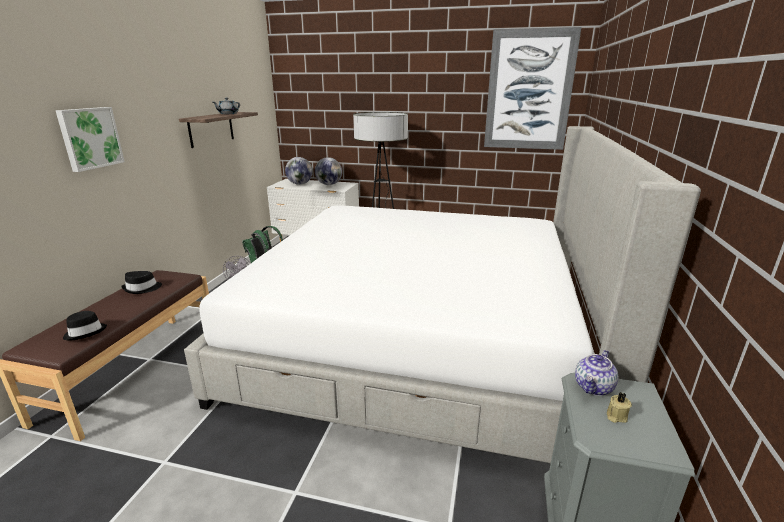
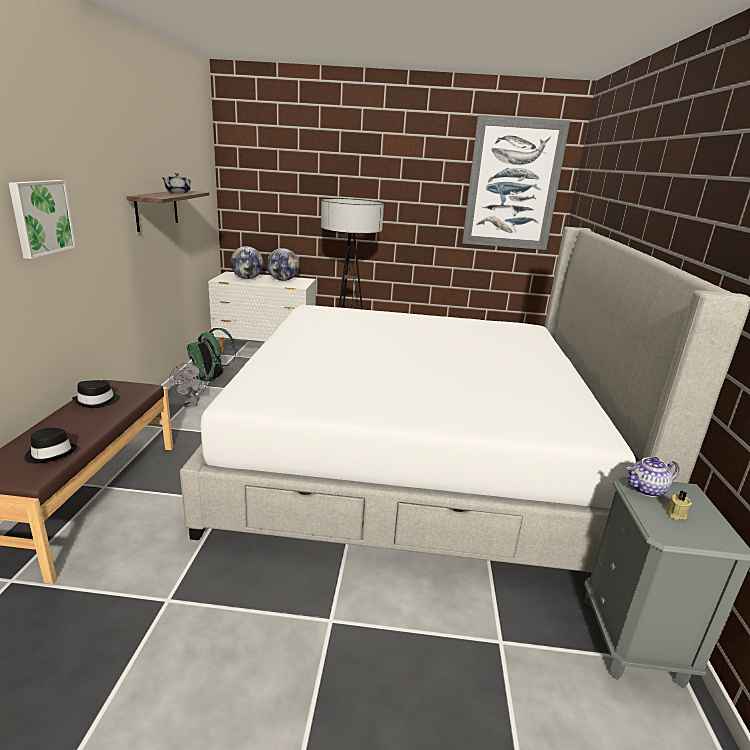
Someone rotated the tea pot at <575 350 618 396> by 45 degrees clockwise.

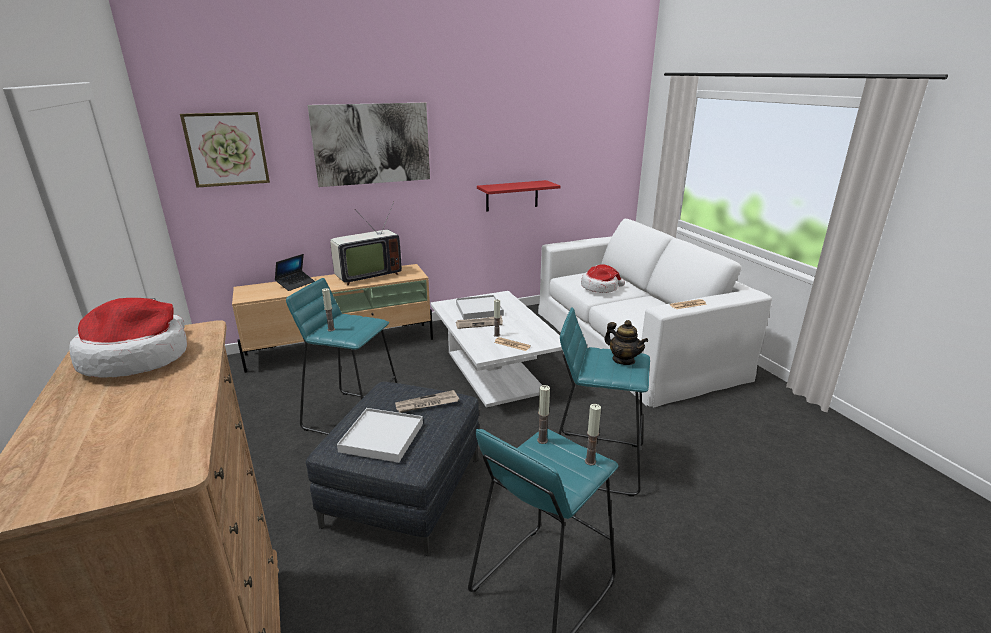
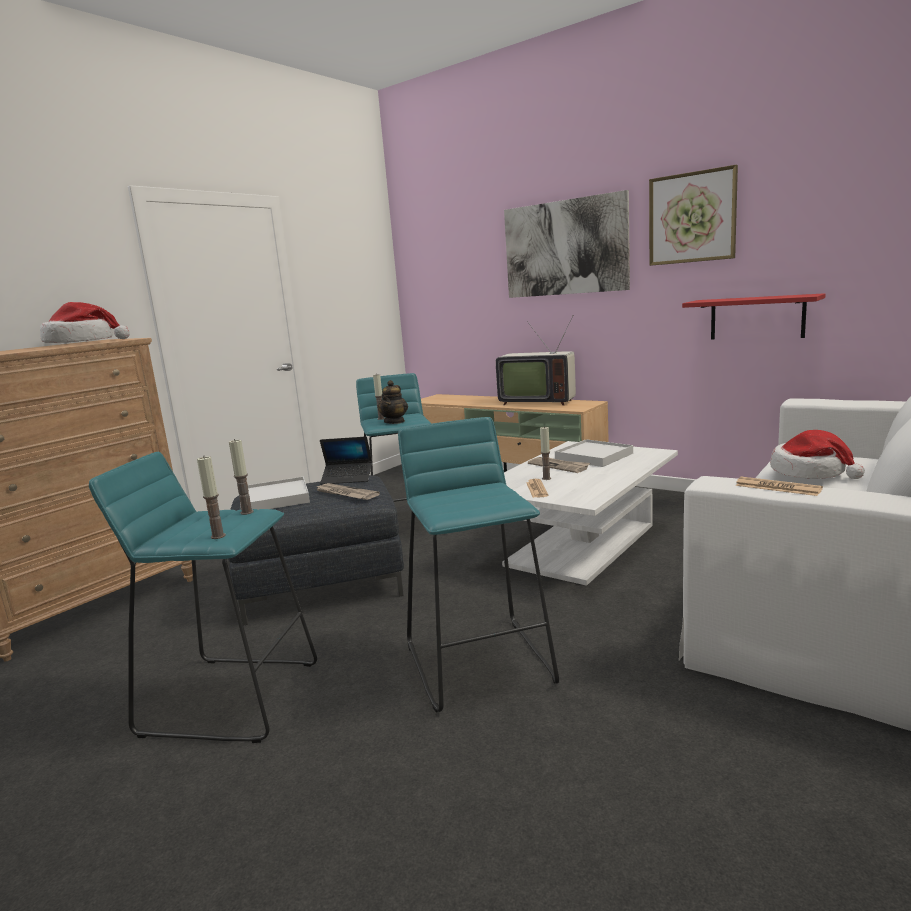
Someone carried the notebook computer from <275 254 315 291> to <320 437 372 484>.
Someone carried the tea pot from <604 320 648 365> to <378 380 408 424>.
Someone carried the picture from <180 112 270 188> to <649 165 738 266>.

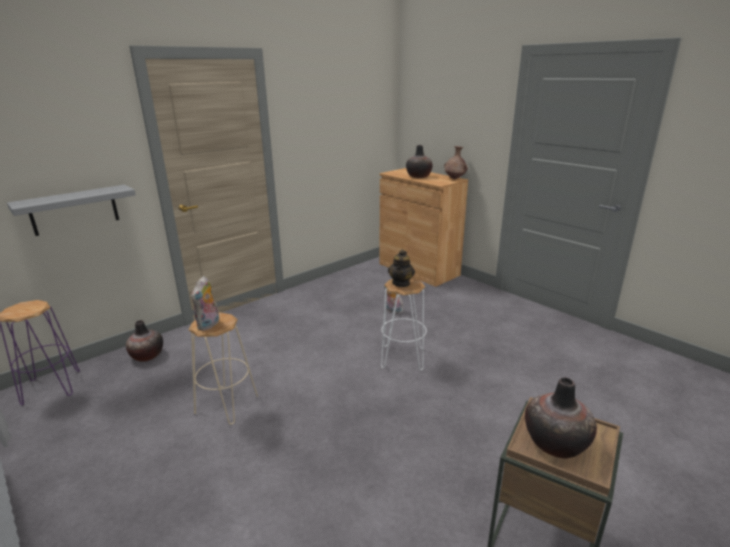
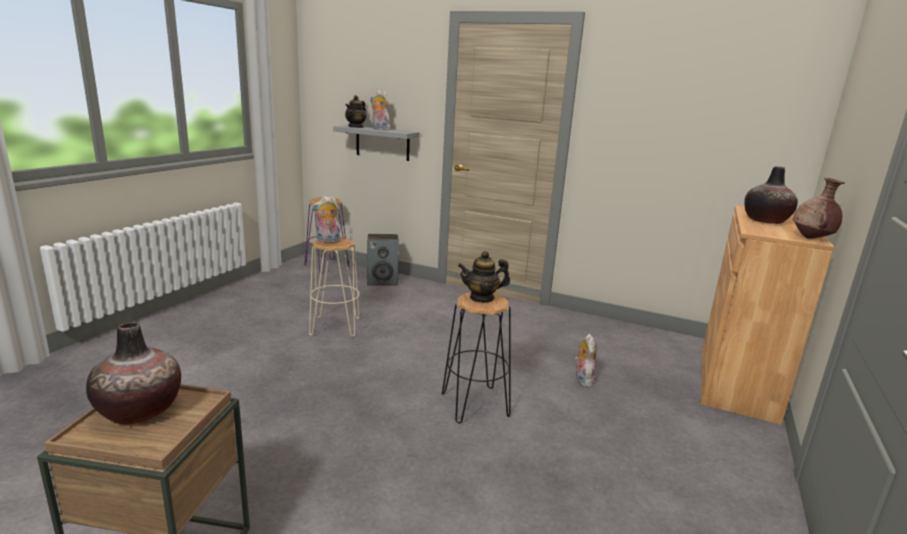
Someone put down the tea pot at <345 95 366 128>.
Someone swapped the vase at <126 320 163 362> for the speaker at <367 234 399 286>.
Someone put down the soft toy at <370 91 390 130>.
Someone repainted the white-coloured stool seat at <381 277 427 371>, which became the black stool seat at <442 292 511 424>.

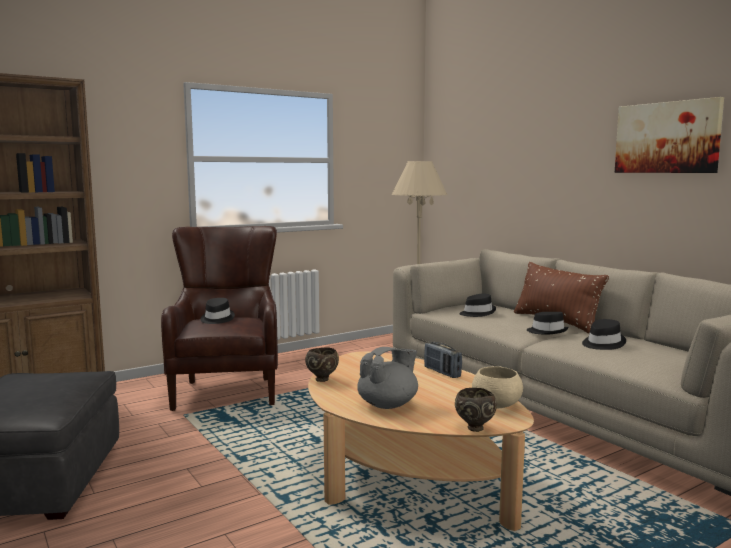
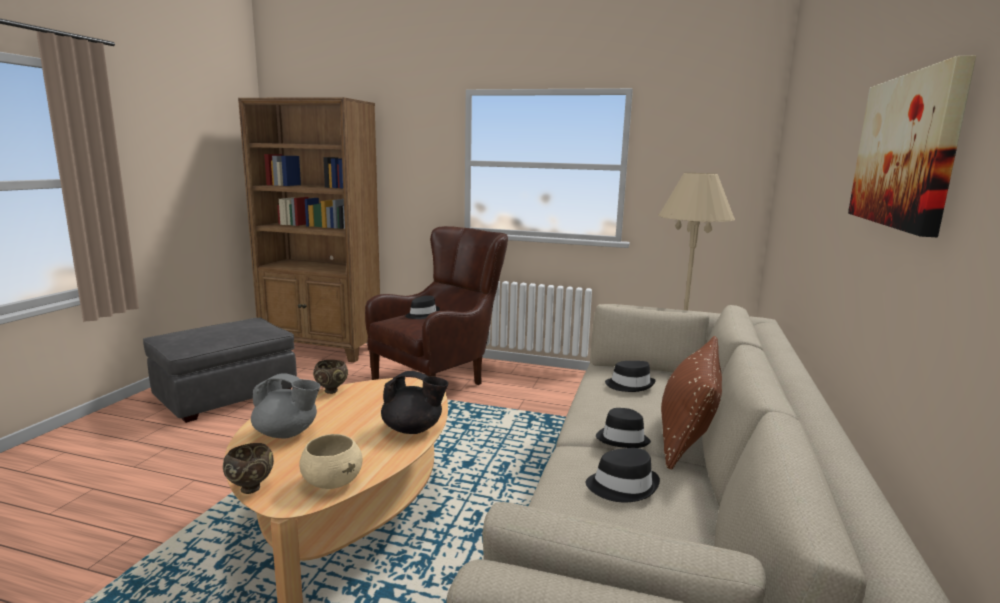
Someone swapped the radio receiver at <424 342 462 378> for the black tea pot at <381 371 448 434>.

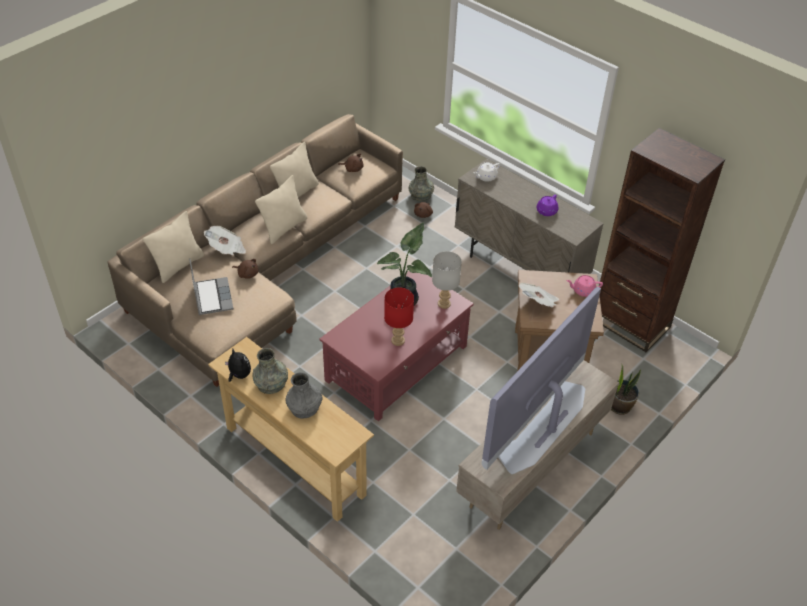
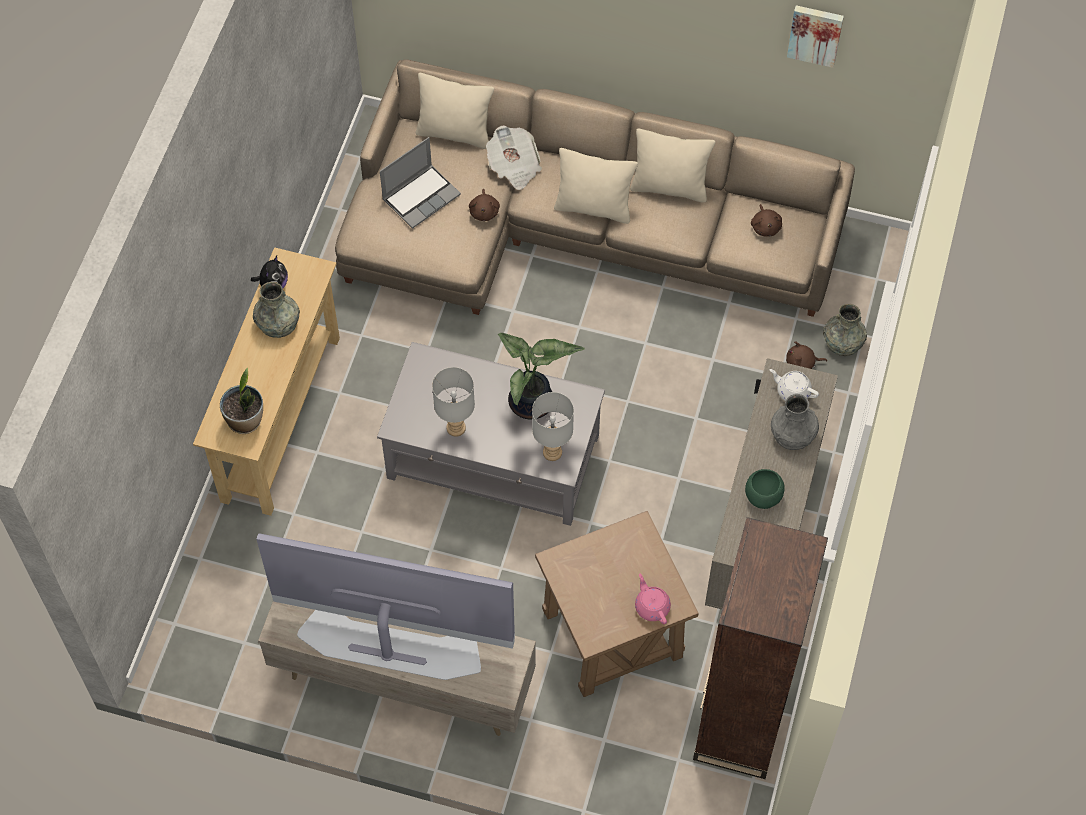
Someone carried the houseplant from <611 365 641 415> to <220 368 263 434>.
Someone repainted the reddish coffee table at <319 271 474 421>, which became the gray coffee table at <377 342 605 526>.
Someone repainted the reddish tabletop lamp at <384 287 414 346>, which became the gray tabletop lamp at <432 367 475 437>.
Someone swapped the purple-coloured tea pot at <537 194 558 216> for the greenish bowl at <745 469 785 509>.
Someone carried the gray vase from <285 372 323 418> to <771 394 819 450>.
Someone put up the picture at <787 5 844 68>.
Someone took away the printed paper at <519 283 560 308>.

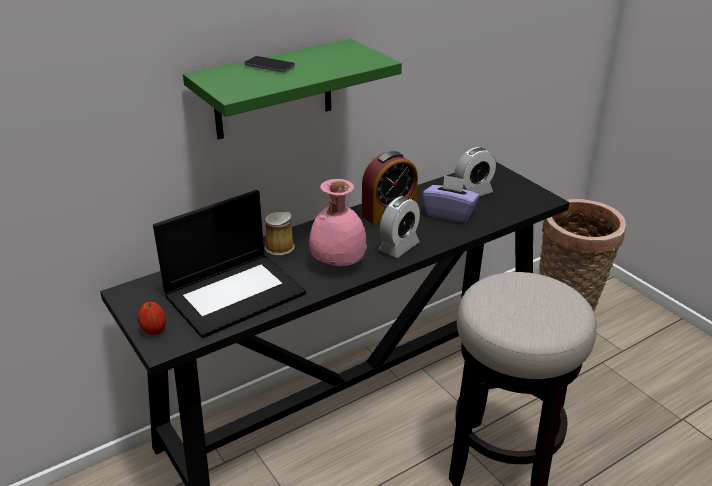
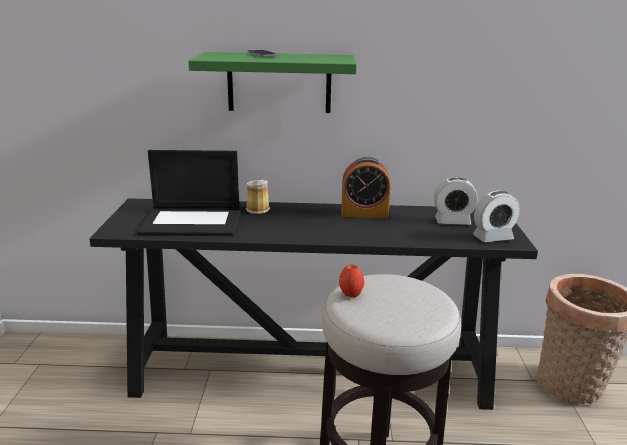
Someone carried the apple from <138 302 166 335> to <339 264 364 297>.
Someone carried the bedside clock from <378 196 420 258> to <473 191 520 242>.
Someone took away the pink-coloured vase at <309 179 367 266>.
Someone took away the purple-coloured box of tissues at <423 175 480 223>.

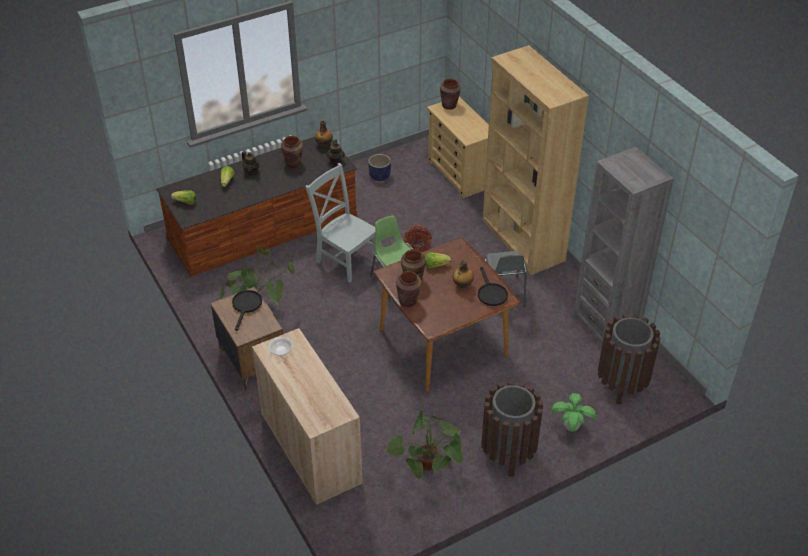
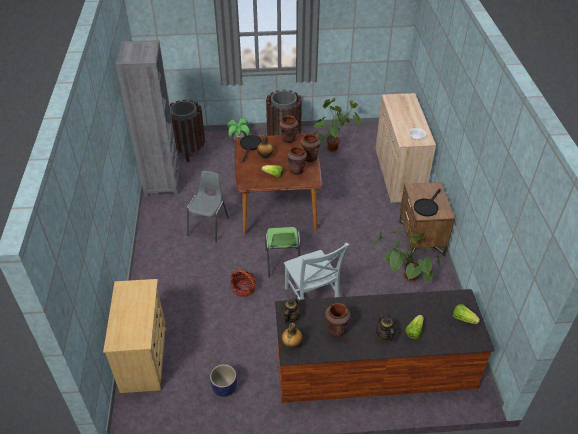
Someone carried the brown-coloured vase from <440 79 461 110> to <280 115 298 143>.
Someone took away the brown-coloured bookcase at <482 45 589 275>.

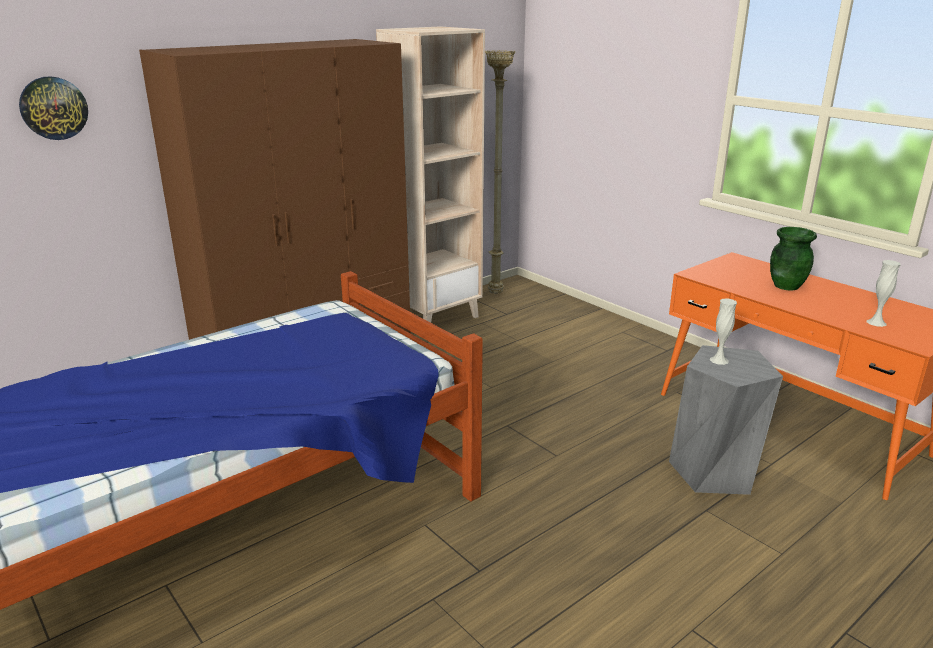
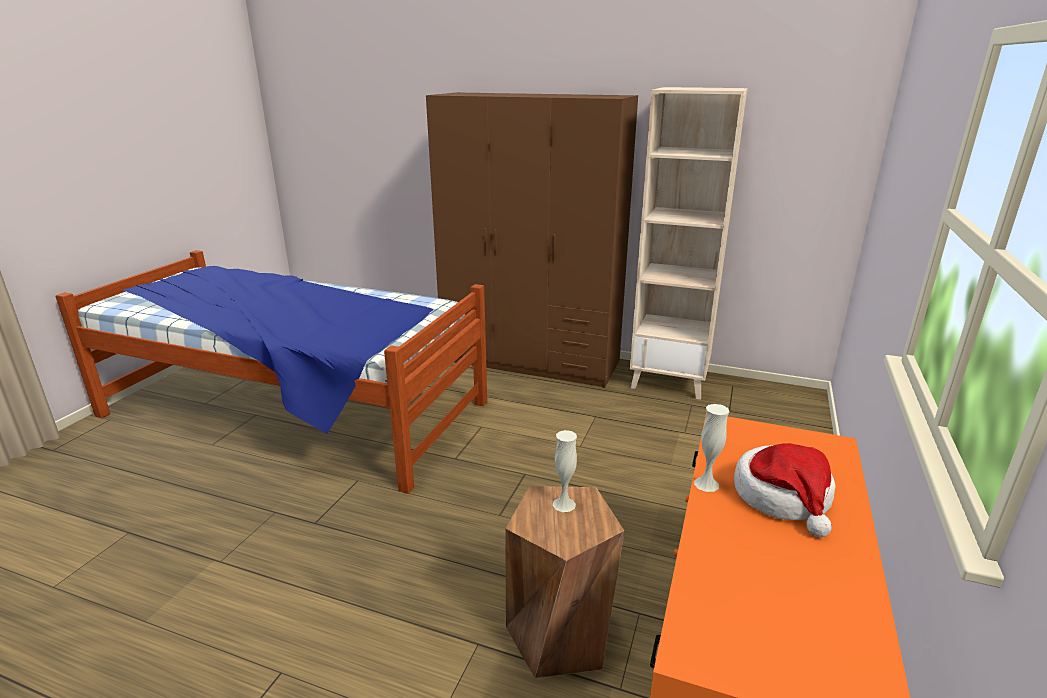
Someone repainted the gray stool seat at <669 345 783 495>, which became the brown-coloured stool seat at <505 486 624 678>.
Someone carried the white-coloured vase from <867 260 901 327> to <694 404 730 492>.
Someone swapped the greenish vase at <770 227 817 291> for the hat at <734 443 835 537>.
Someone took away the clock on the wall at <19 76 88 140>.
Someone took away the beige floor lamp at <485 50 516 294>.

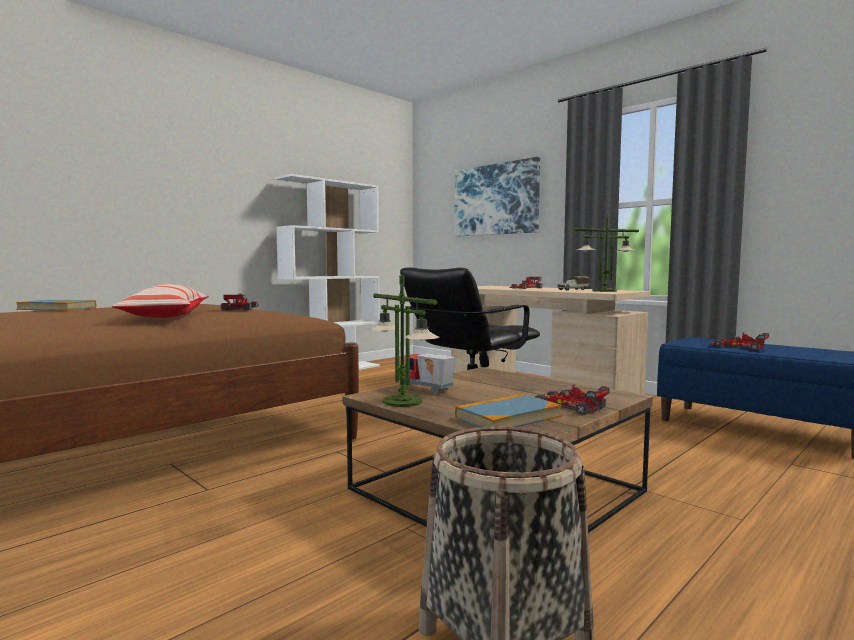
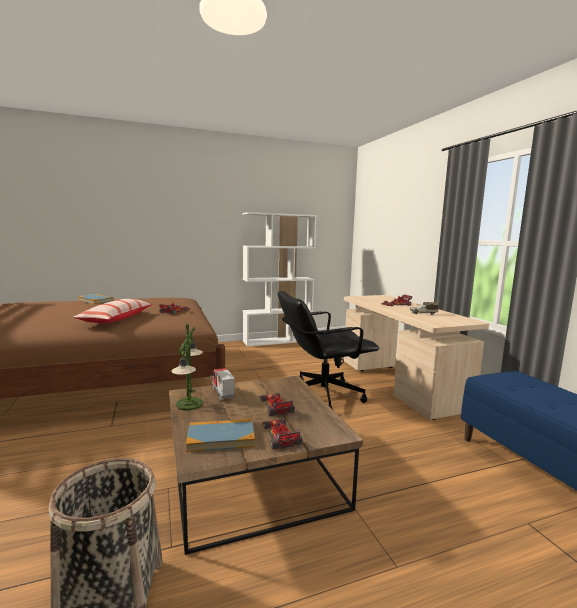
Someone carried the miniature car from <709 332 769 350> to <260 393 295 416>.
Someone took away the picture at <454 157 540 236>.
Someone took away the tabletop lamp at <573 216 639 292>.

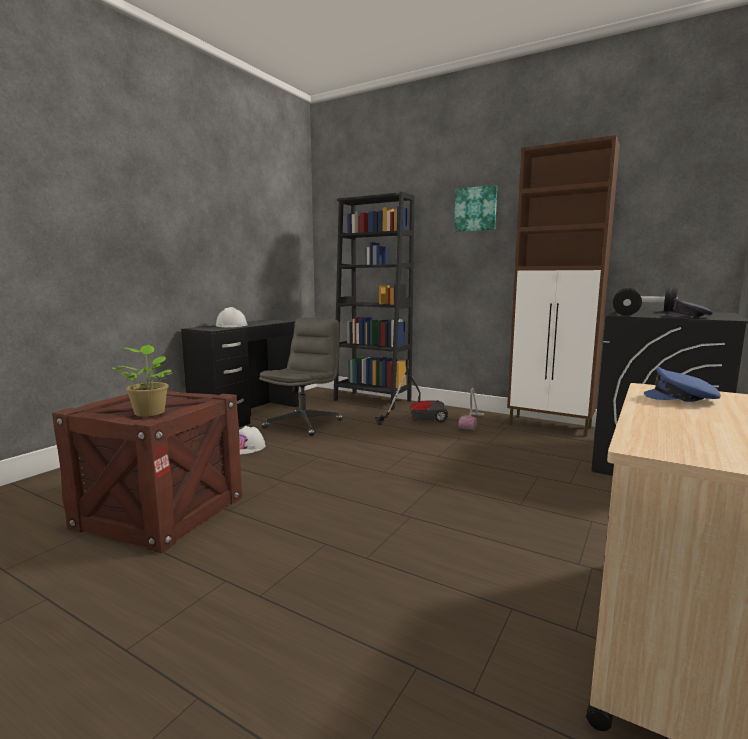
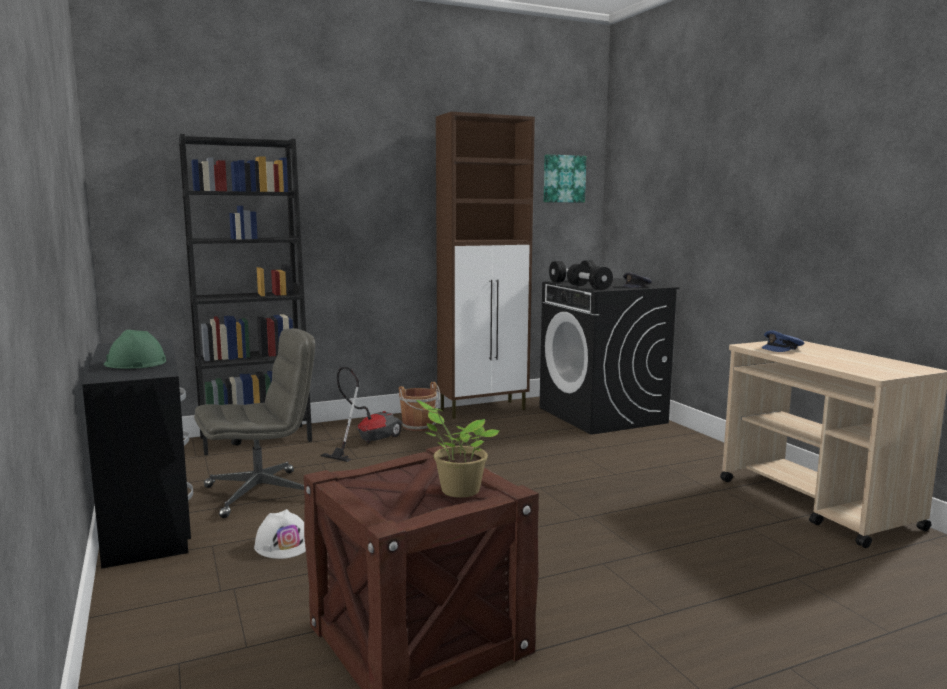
Someone repainted the white-coloured safety helmet at <216 307 248 328>, which became the greenish safety helmet at <104 330 166 369>.
Someone rotated the gray computer chair at <259 317 343 436> by 90 degrees clockwise.
Someone swapped the vacuum at <458 388 484 430> for the brown-coloured bucket at <399 382 440 431>.
Someone carried the picture from <454 185 497 232> to <544 154 586 203>.

